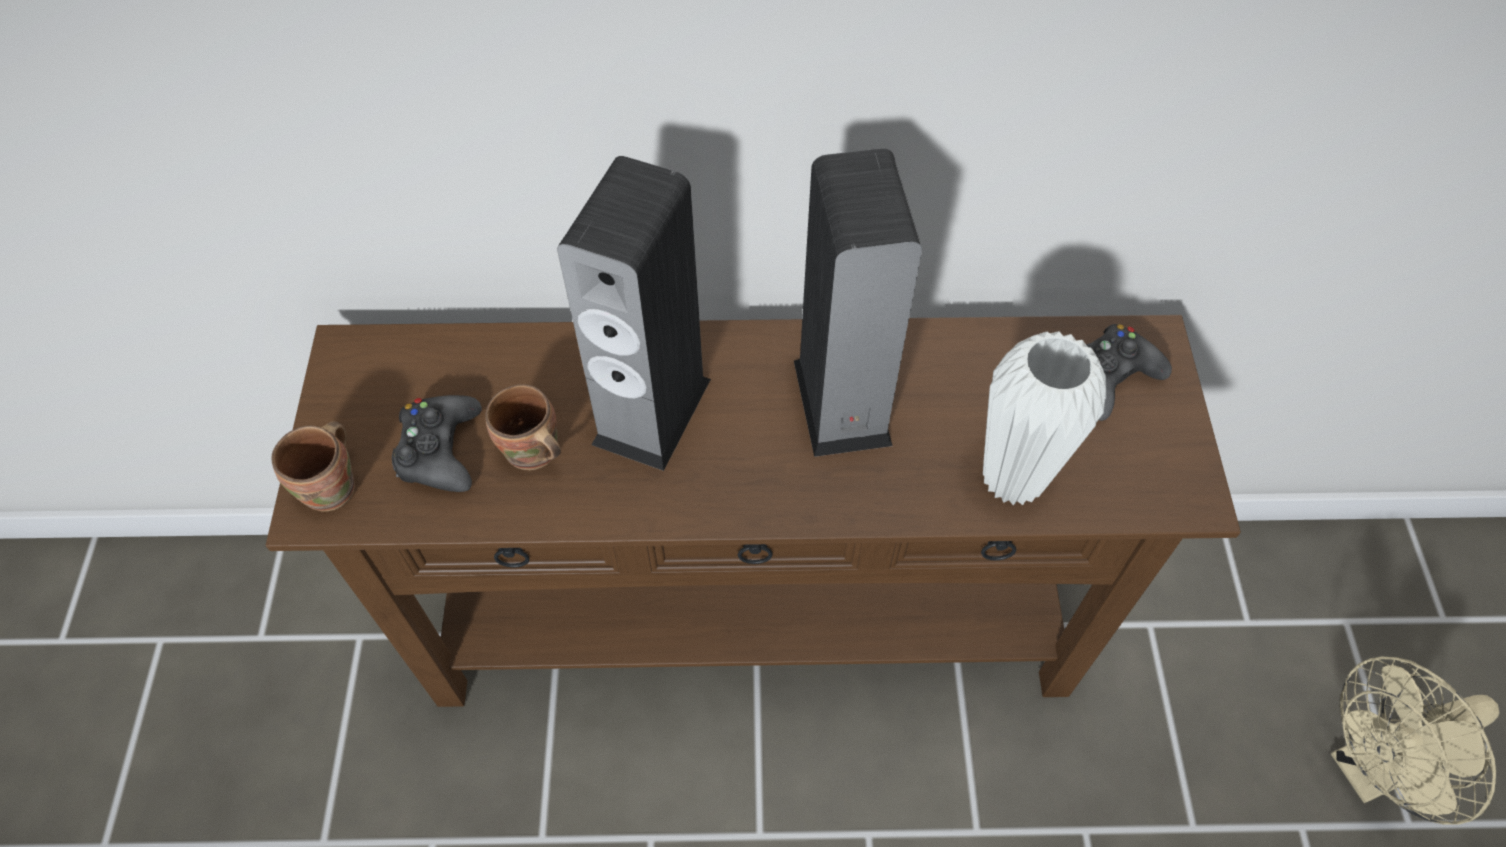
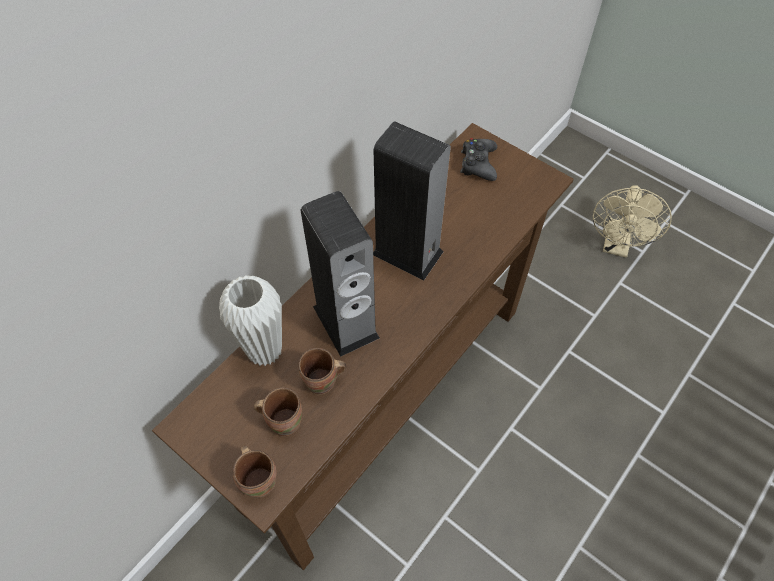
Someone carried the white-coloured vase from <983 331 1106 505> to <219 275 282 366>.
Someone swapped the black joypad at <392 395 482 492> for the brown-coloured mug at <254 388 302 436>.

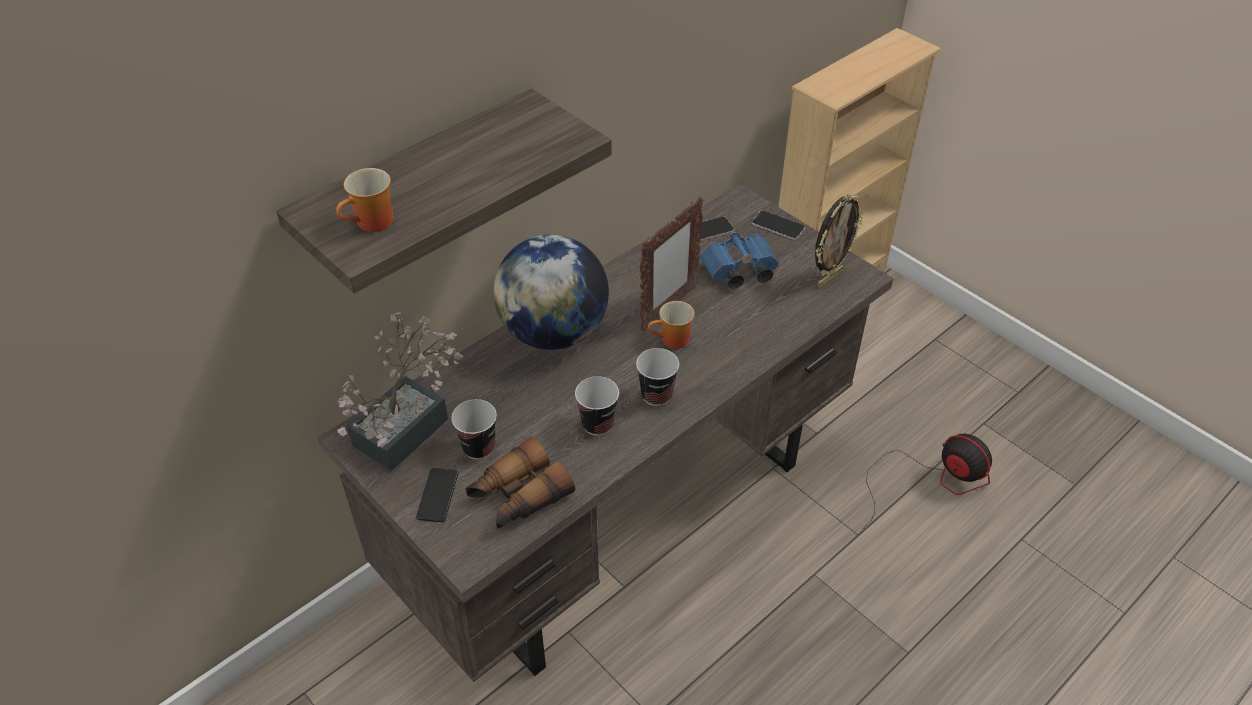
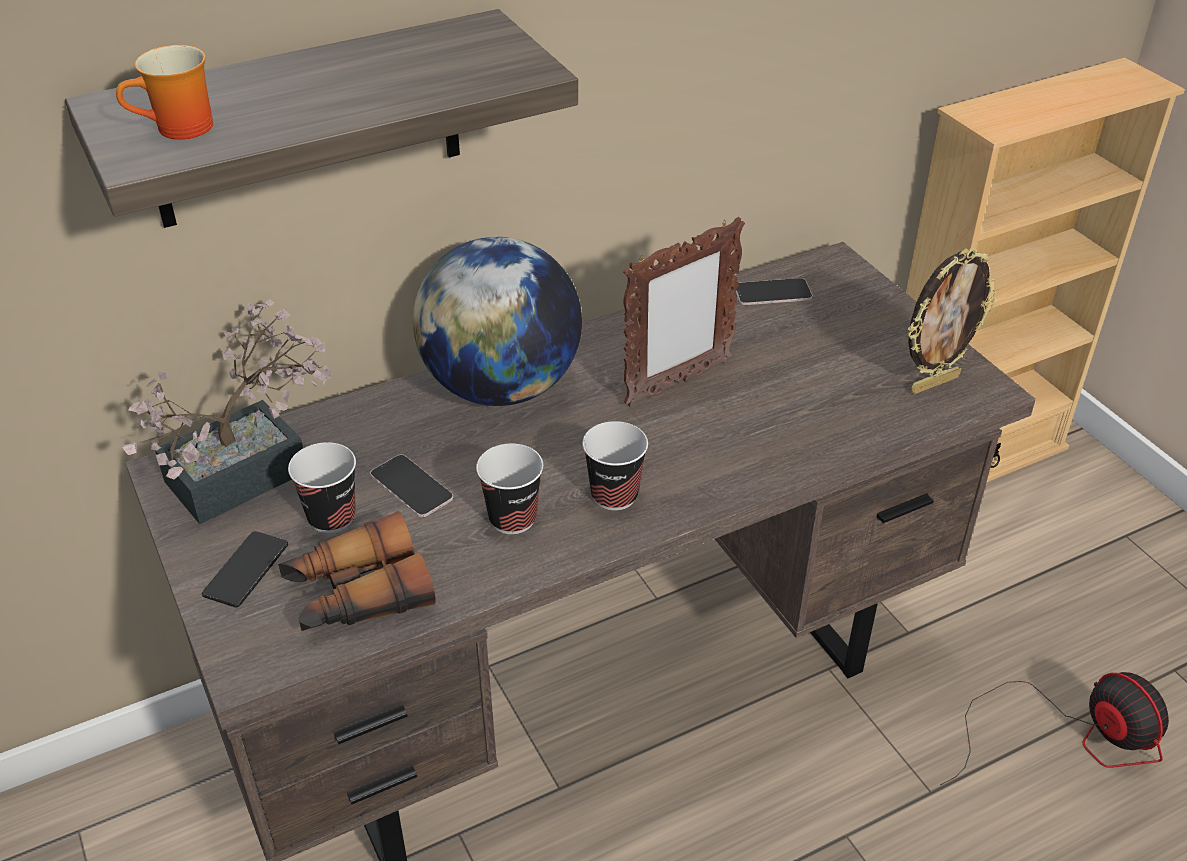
Someone carried the handset from <752 210 805 240> to <370 454 453 517>.
Someone took away the mug at <647 301 695 349>.
Someone took away the blue-coloured binoculars at <700 232 779 289>.

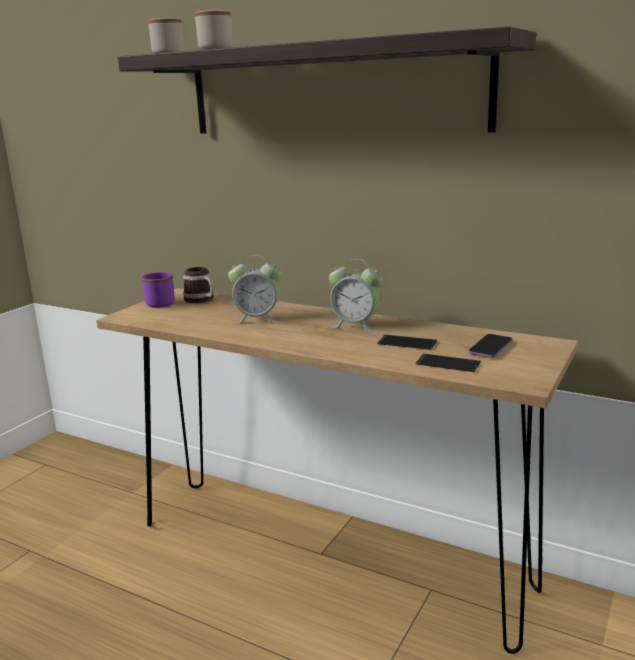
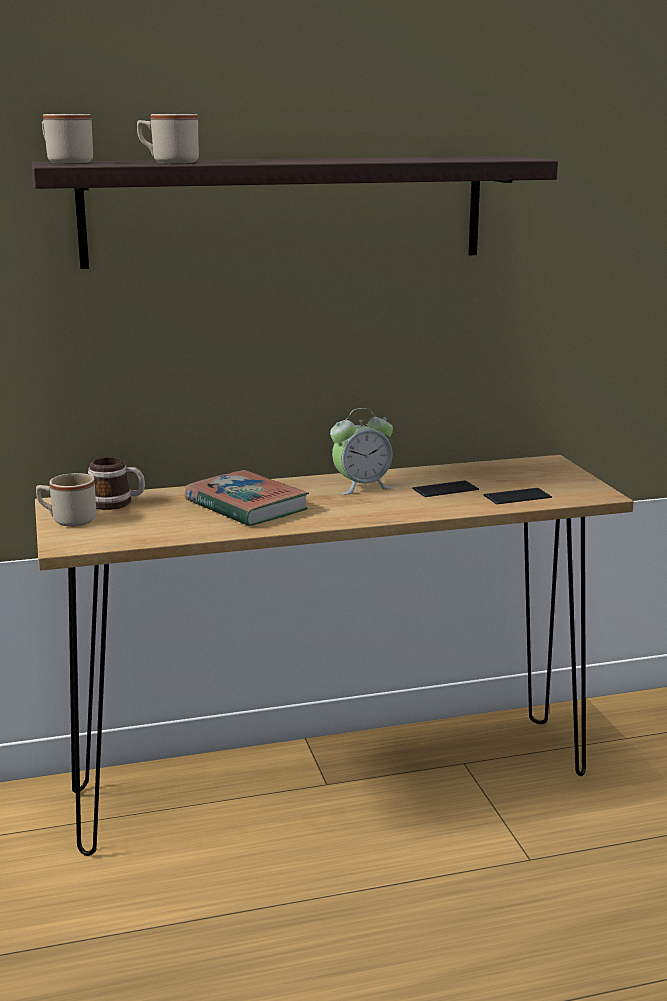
Someone repainted the purple-coloured mug at <142 272 175 308>, which became the beige mug at <36 473 97 527>.
Someone swapped the bedside clock at <228 255 281 324> for the book at <185 470 309 527>.
Someone took away the handset at <469 334 512 358>.

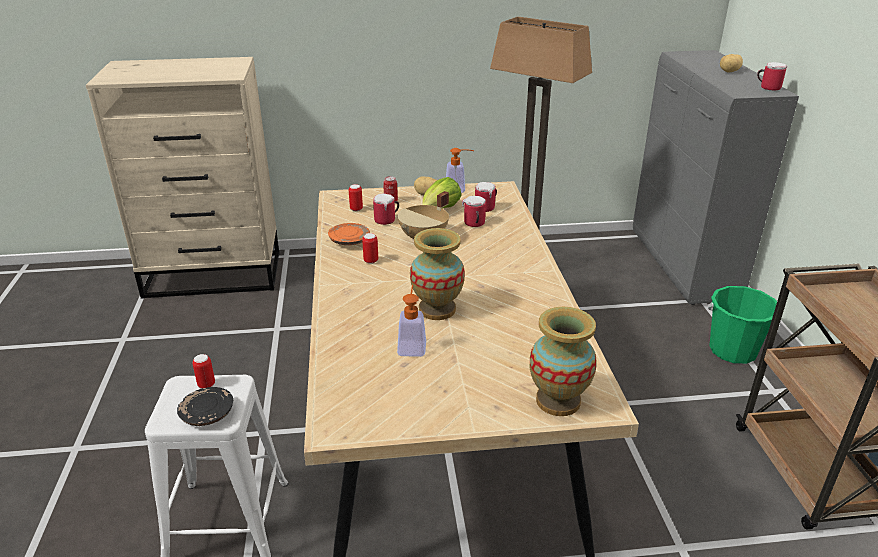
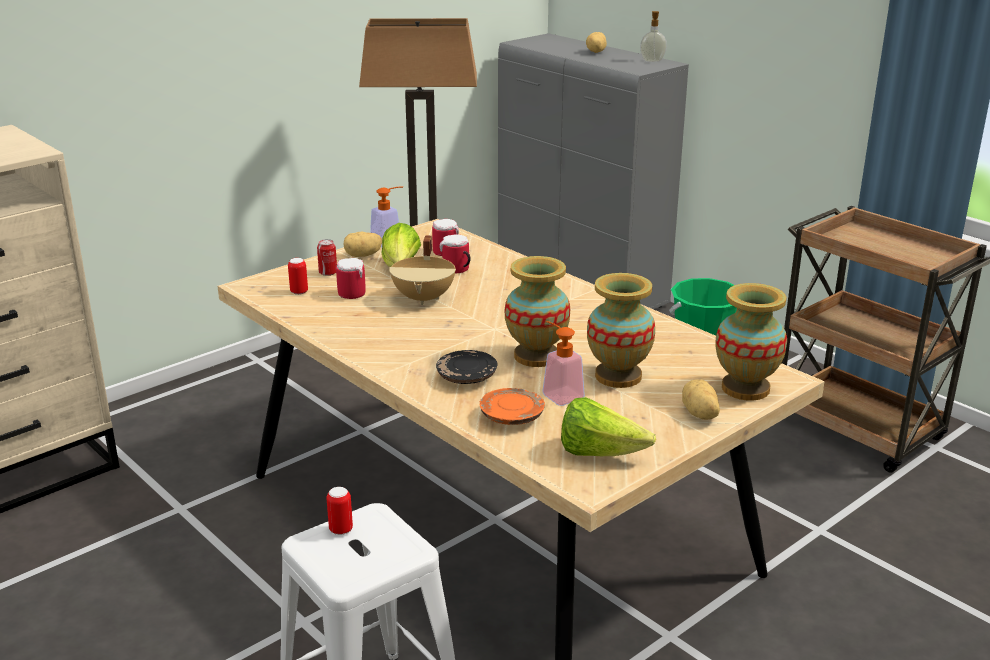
Someone carried the black flat dish from <177 387 233 426> to <436 350 497 384>.
Someone carried the orangey flat dish from <328 223 370 245> to <480 388 545 425>.
Someone put down the head of lettuce at <561 397 656 456>.
Someone put down the vase at <587 273 655 388>.
Someone swapped the mug at <757 62 787 90> for the soap bottle at <640 11 667 62>.
Someone put down the potato at <682 379 720 420>.
Someone took away the metal can at <362 233 378 264>.

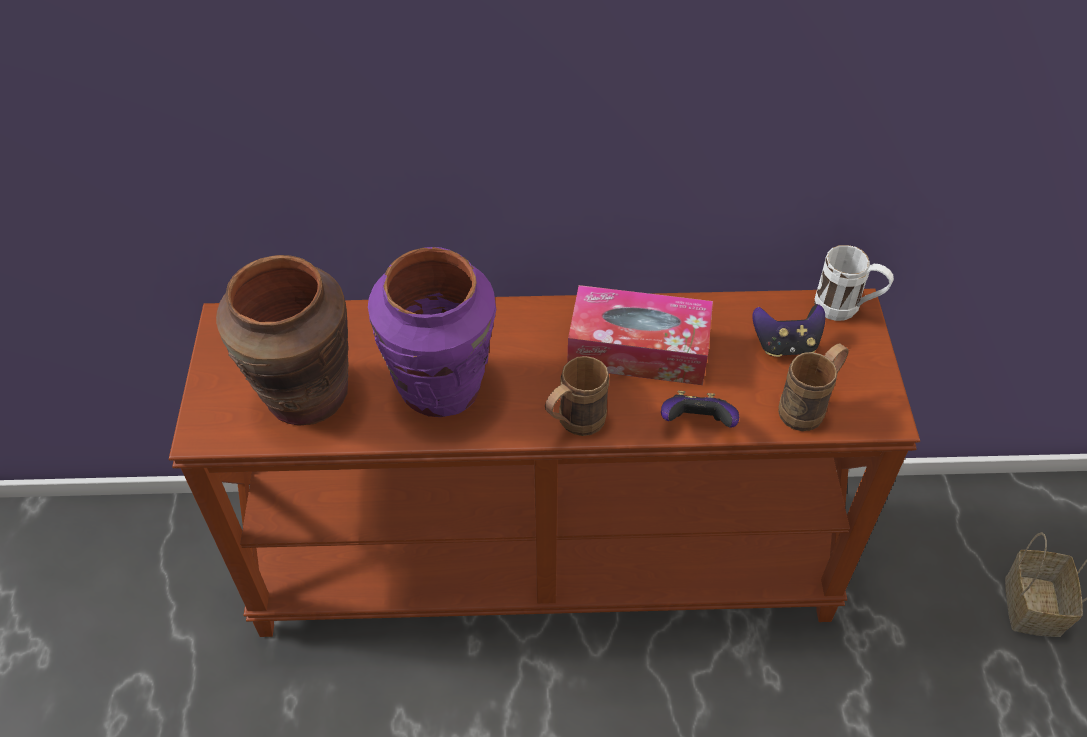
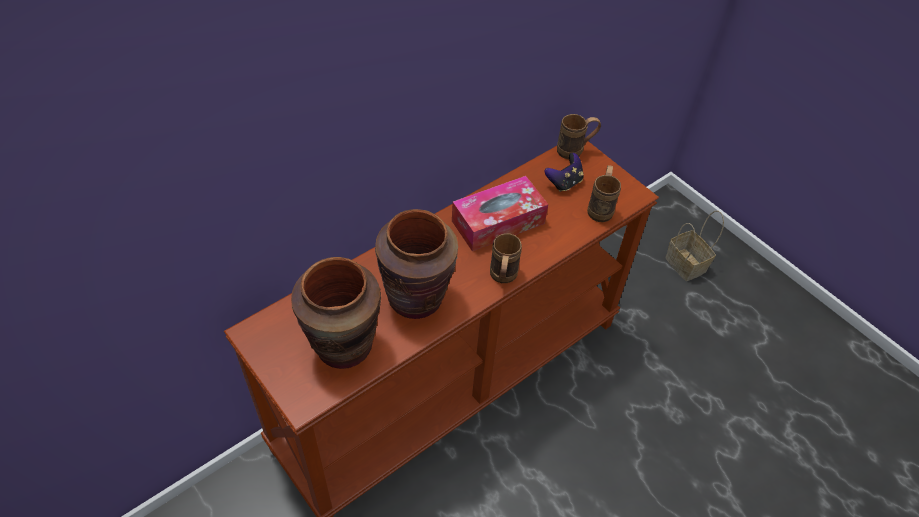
Someone repainted the purple-coloured vase at <368 247 496 417>, which became the brown-coloured vase at <375 209 458 319>.
Someone repainted the white-coloured mug at <814 245 894 321>, which became the brown-coloured mug at <557 114 601 159>.
Someone took away the joypad at <661 391 739 428>.

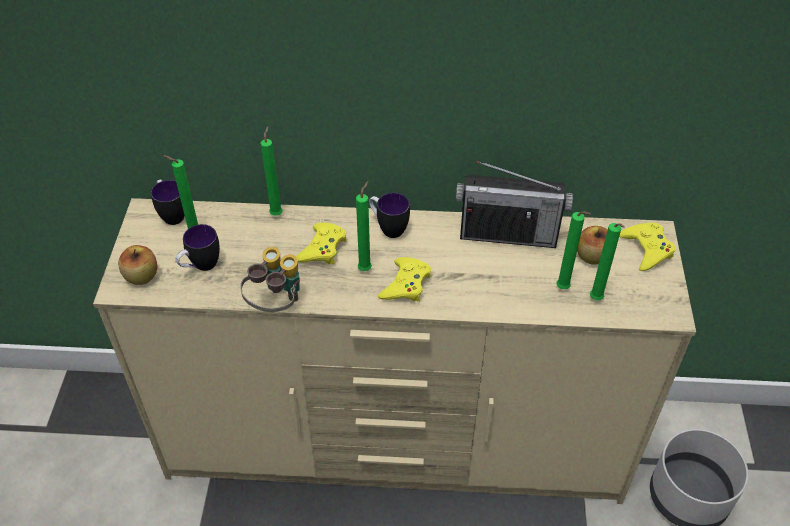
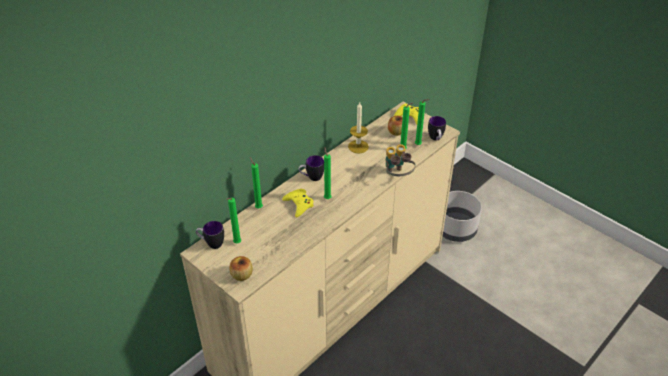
Someone swapped the radio receiver at <456 161 573 248> for the wax light at <348 102 369 154>.
Someone carried the binoculars from <240 247 300 312> to <385 144 416 176>.
Someone carried the mug from <175 224 220 271> to <428 116 446 140>.
Someone took away the yellow-coloured joypad at <378 257 431 302>.

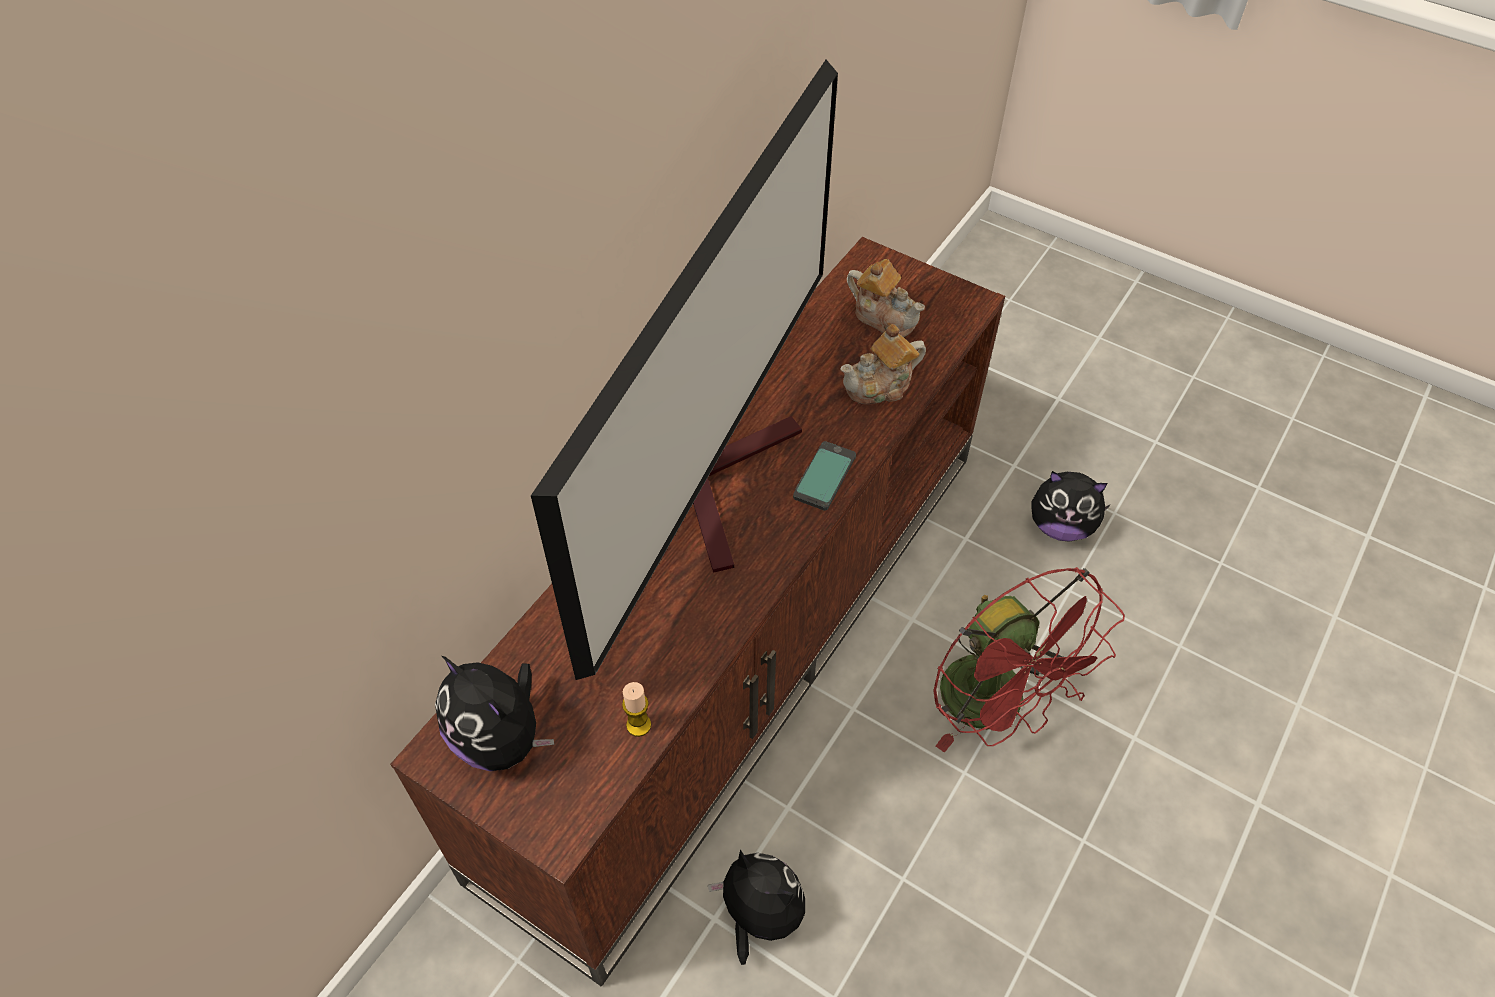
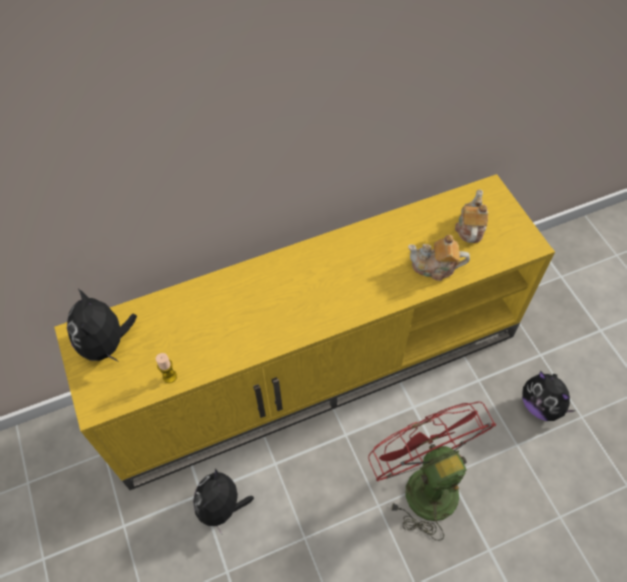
Someone repainted the brown-coloured tv stand at <390 237 1005 987>, which became the yellow-coloured tv stand at <54 174 555 490>.
Someone rotated the soft toy at <708 849 805 965> by 150 degrees counterclockwise.
Someone rotated the reddish fan at <933 567 1125 753> by 150 degrees clockwise.
Someone rotated the tea pot at <847 259 925 337> by 150 degrees counterclockwise.
Someone took away the TV set at <531 60 838 680>.
Someone took away the handset at <793 441 856 511>.

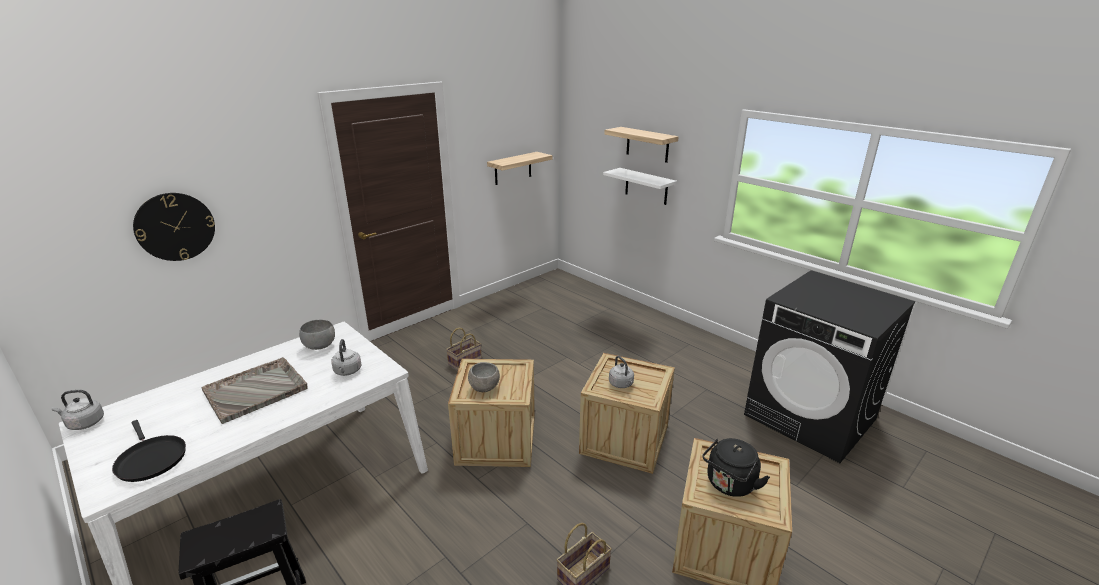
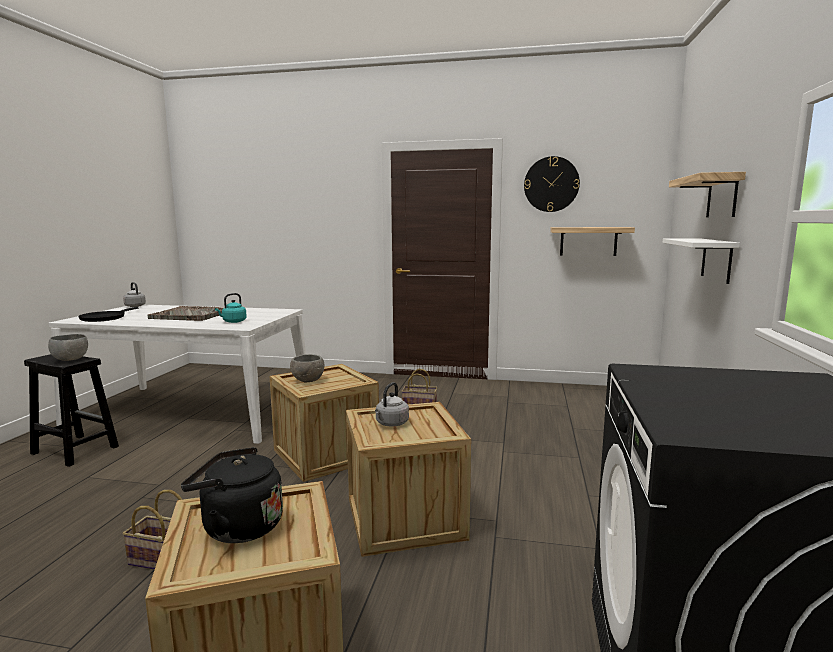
Someone carried the gray bowl from <299 320 335 350> to <48 334 88 361>.
Someone repainted the gray water kettle at <331 339 361 376>, which became the turquoise water kettle at <215 293 247 323>.
Someone carried the clock on the wall from <133 193 215 261> to <524 156 580 212>.

